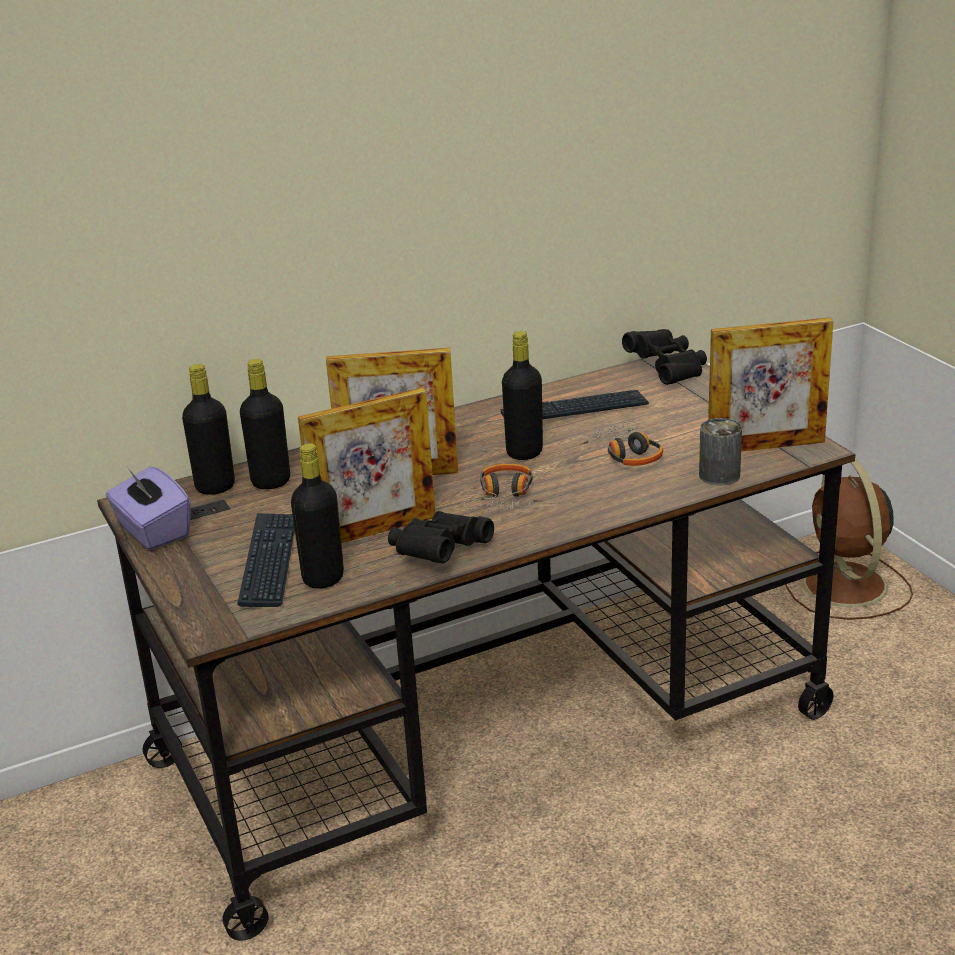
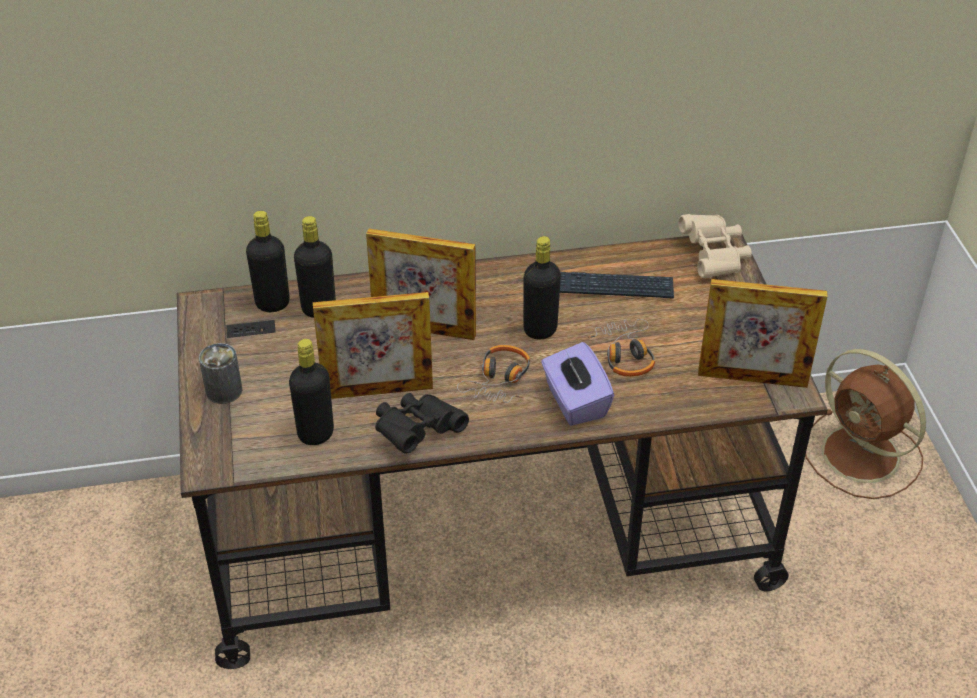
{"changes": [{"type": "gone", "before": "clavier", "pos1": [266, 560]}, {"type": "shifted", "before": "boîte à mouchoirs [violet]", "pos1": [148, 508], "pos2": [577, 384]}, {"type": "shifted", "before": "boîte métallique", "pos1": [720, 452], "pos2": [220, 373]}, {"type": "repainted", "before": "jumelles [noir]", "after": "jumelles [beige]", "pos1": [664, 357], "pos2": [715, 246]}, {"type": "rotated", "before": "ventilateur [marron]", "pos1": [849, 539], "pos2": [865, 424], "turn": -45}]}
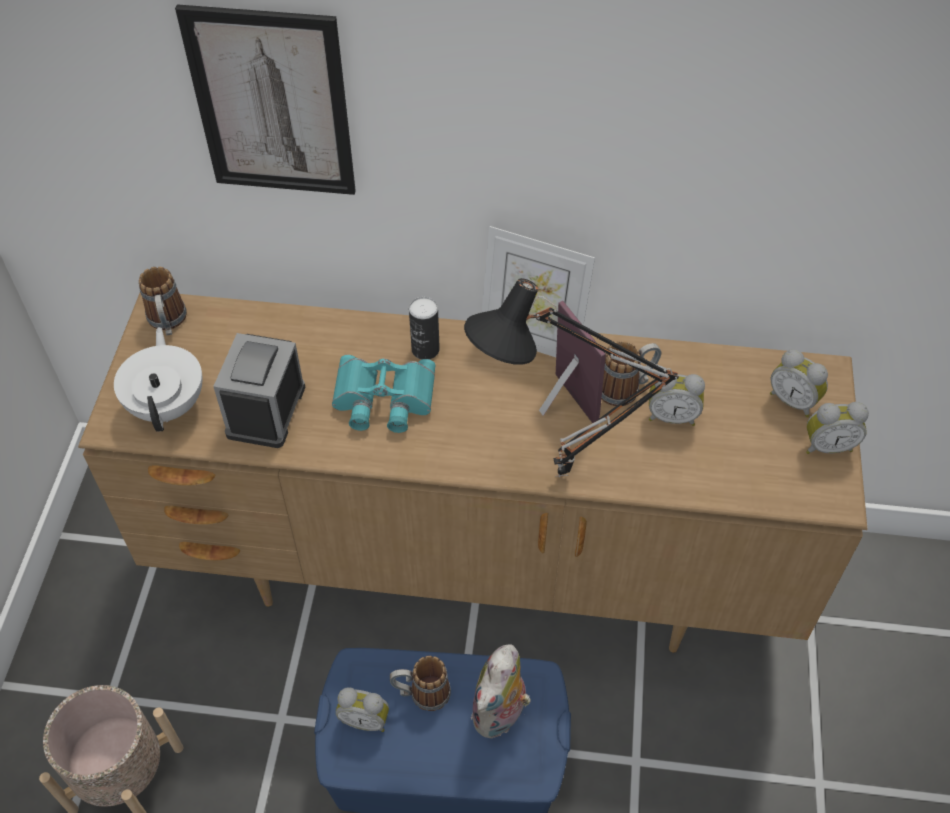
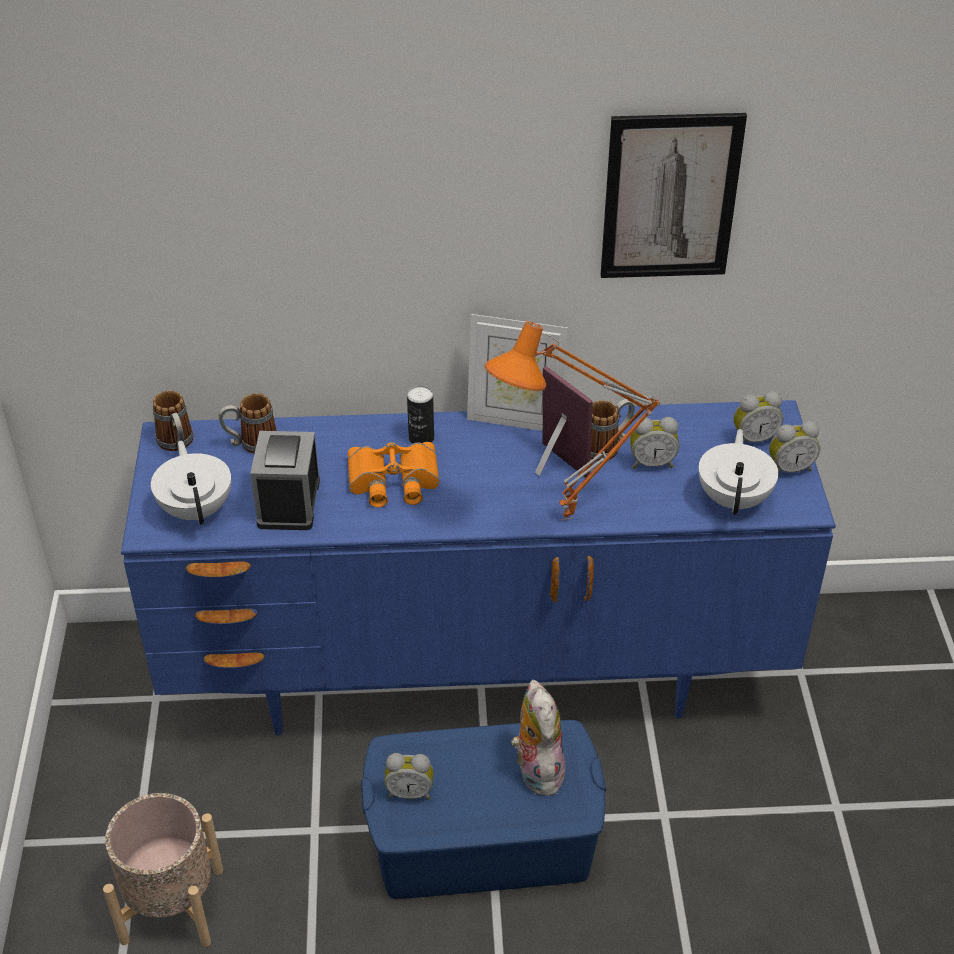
{"changes": [{"type": "new", "after": "théière [blanc]", "pos2": [738, 472]}, {"type": "shifted", "before": "tableau", "pos1": [265, 99], "pos2": [674, 195]}, {"type": "shifted", "before": "mug", "pos1": [420, 683], "pos2": [248, 423]}, {"type": "repainted", "before": "commode [marron]", "after": "commode [bleu]", "pos1": [472, 473], "pos2": [478, 567]}, {"type": "repainted", "before": "jumelles [turquoise]", "after": "jumelles [orange]", "pos1": [383, 394], "pos2": [394, 474]}, {"type": "repainted", "before": "lampe de table [noir]", "after": "lampe de table [orange]", "pos1": [571, 377], "pos2": [572, 421]}, {"type": "rotated", "before": "peluche", "pos1": [501, 691], "pos2": [538, 738], "turn": 150}, {"type": "rotated", "before": "réveil", "pos1": [799, 383], "pos2": [758, 416], "turn": -45}]}
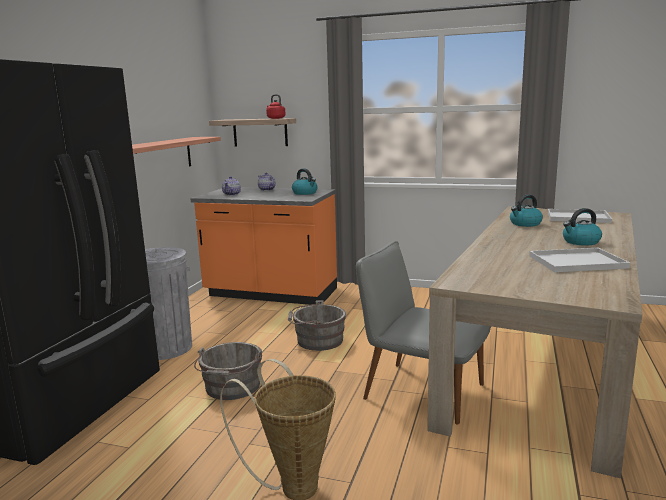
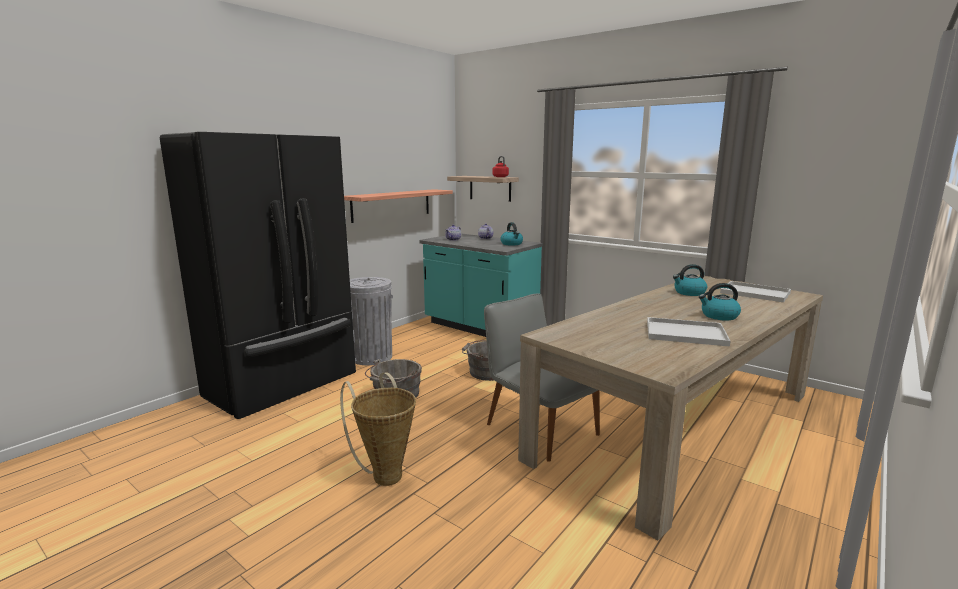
{"changes": [{"type": "repainted", "before": "comptoir de cuisine [orange]", "after": "comptoir de cuisine [turquoise]", "pos1": [263, 246], "pos2": [481, 285]}]}
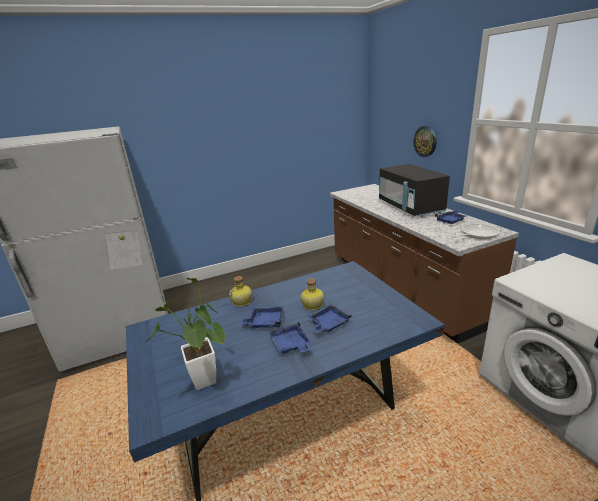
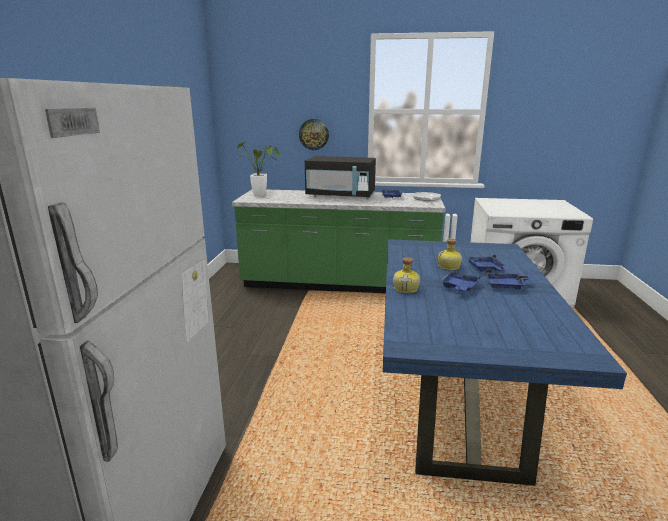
{"changes": [{"type": "shifted", "before": "plante en pot", "pos1": [183, 334], "pos2": [258, 169]}, {"type": "repainted", "before": "comptoir de cuisine [marron]", "after": "comptoir de cuisine [vert]", "pos1": [424, 264], "pos2": [338, 241]}]}
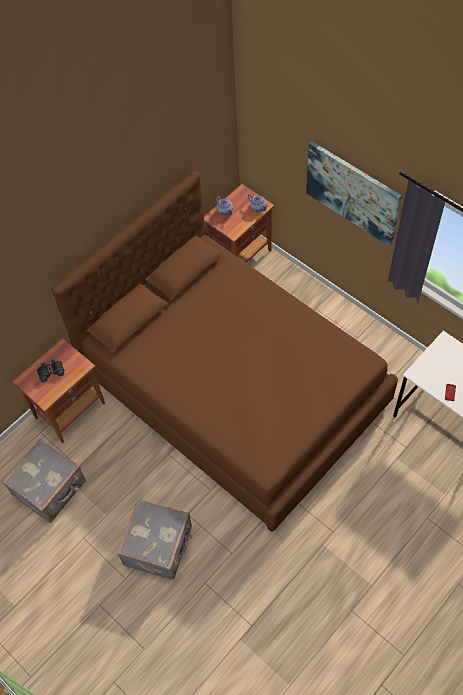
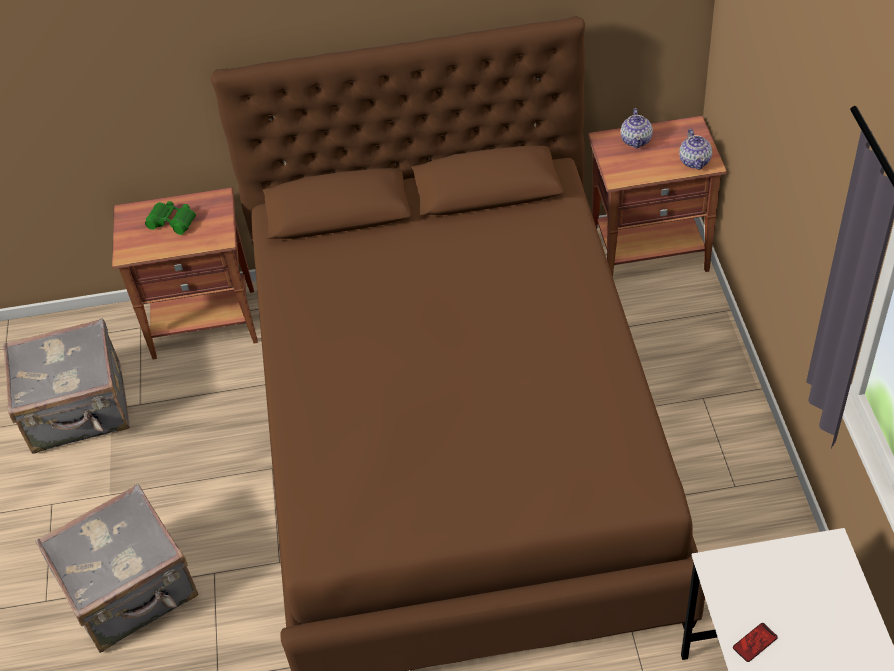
{"changes": [{"type": "gone", "before": "tableau", "pos1": [354, 193]}, {"type": "repainted", "before": "jumelles [noir]", "after": "jumelles [vert]", "pos1": [51, 370], "pos2": [170, 218]}]}
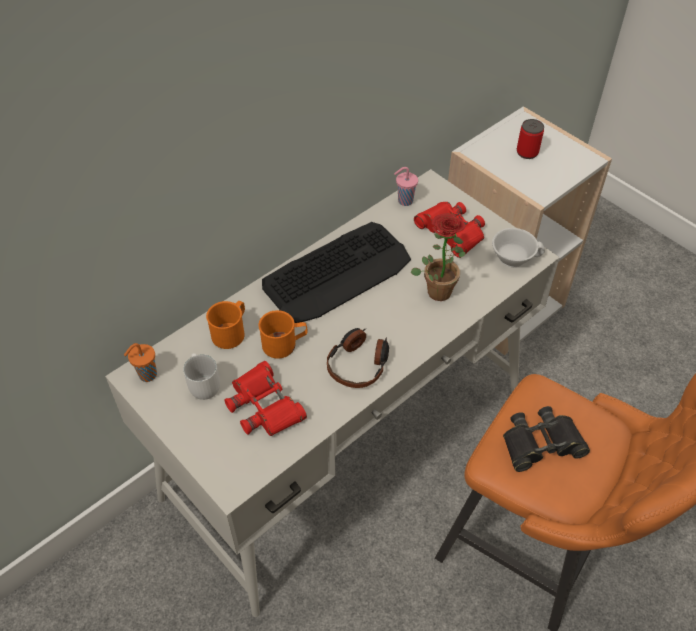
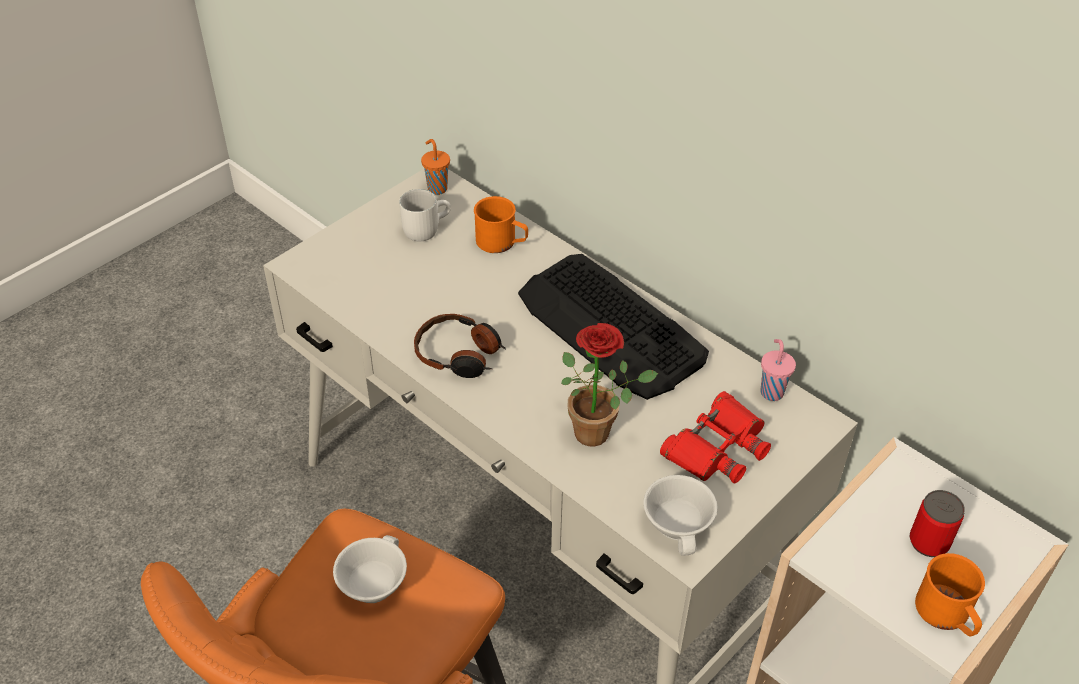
{"changes": [{"type": "gone", "before": "jumelles [rouge]", "pos1": [266, 398]}, {"type": "shifted", "before": "mug [orange]", "pos1": [283, 334], "pos2": [950, 594]}, {"type": "swapped", "before": "jumelles [noir]", "after": "tasse [blanc]", "pos1": [546, 439], "pos2": [370, 569]}]}
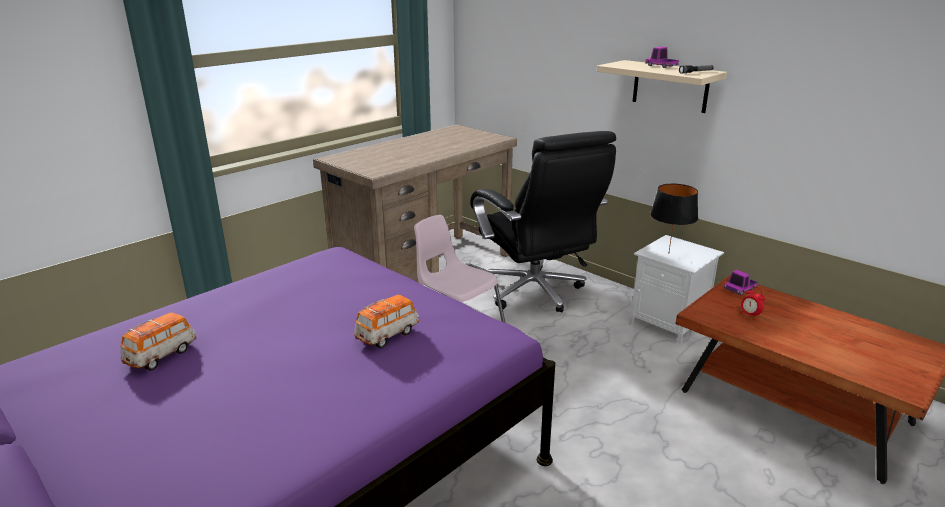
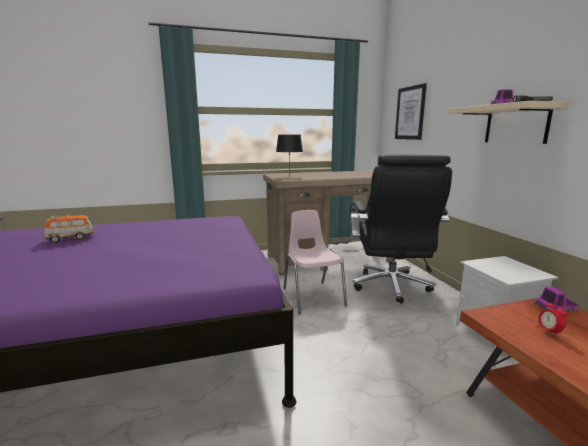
{"changes": [{"type": "gone", "before": "petite voiture", "pos1": [386, 321]}, {"type": "new", "after": "tableau", "pos2": [411, 111]}, {"type": "shifted", "before": "lampe de table [noir]", "pos1": [674, 217], "pos2": [289, 155]}]}
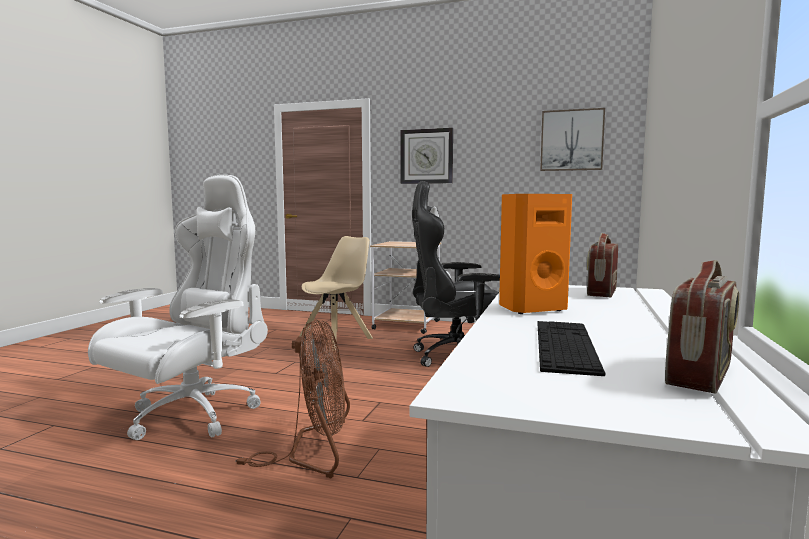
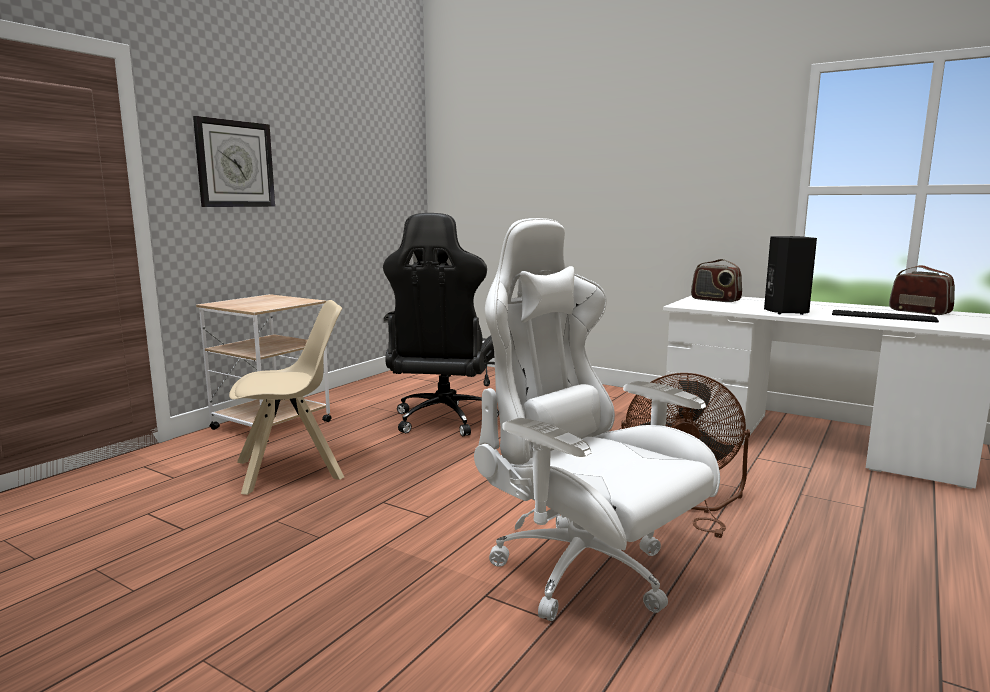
{"changes": [{"type": "gone", "before": "tableau", "pos1": [572, 139]}, {"type": "repainted", "before": "enceinte [orange]", "after": "enceinte [noir]", "pos1": [535, 254], "pos2": [790, 275]}, {"type": "rotated", "before": "chaise [beige]", "pos1": [336, 293], "pos2": [286, 397], "turn": 105}]}
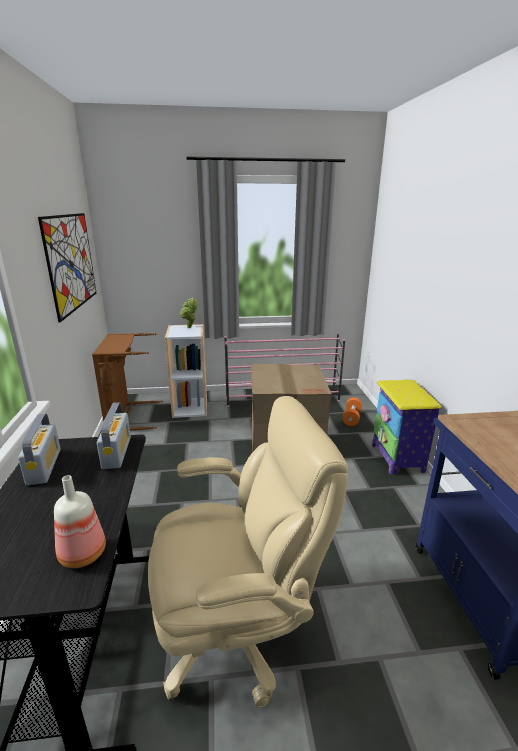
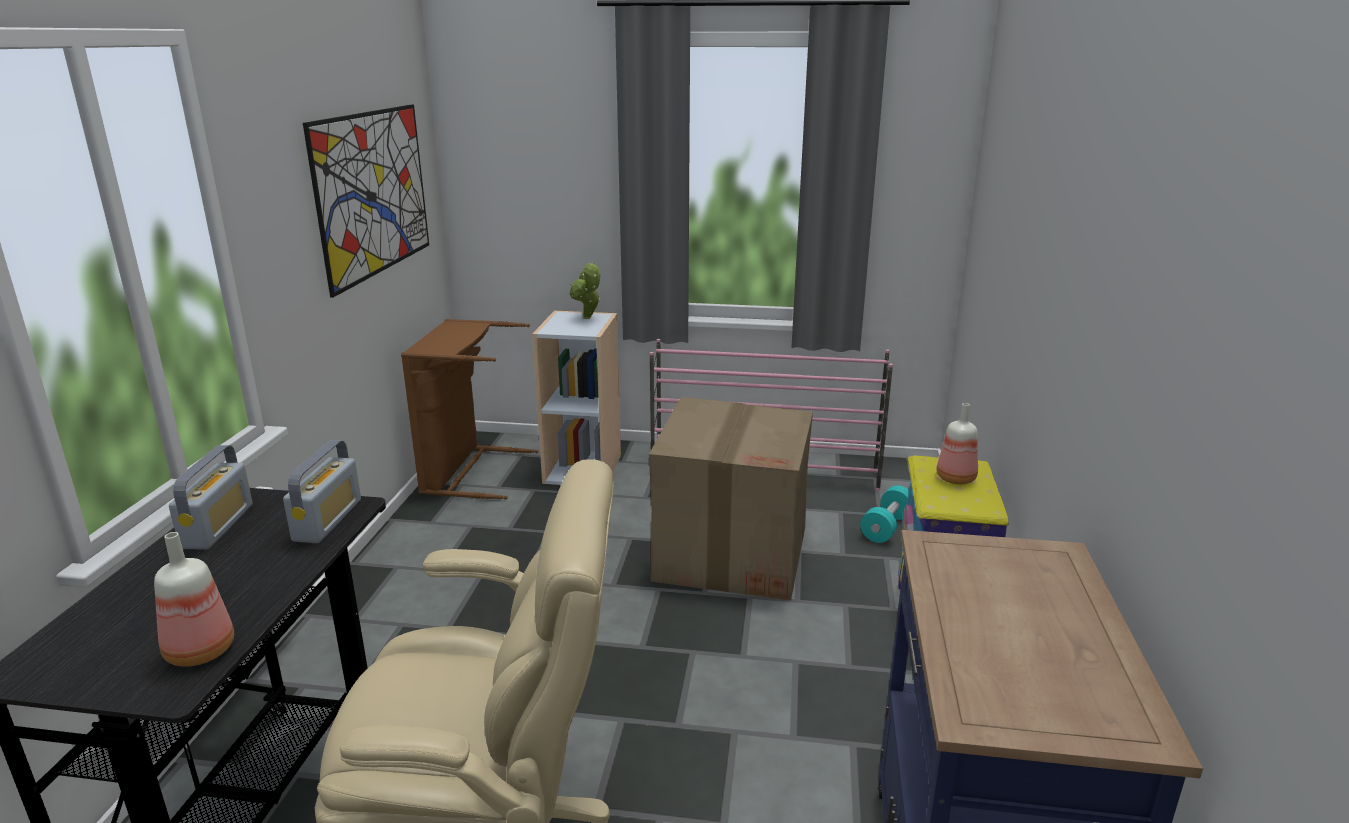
{"changes": [{"type": "new", "after": "bouteille", "pos2": [957, 443]}, {"type": "repainted", "before": "haltère [orange]", "after": "haltère [turquoise]", "pos1": [352, 411], "pos2": [884, 514]}]}
